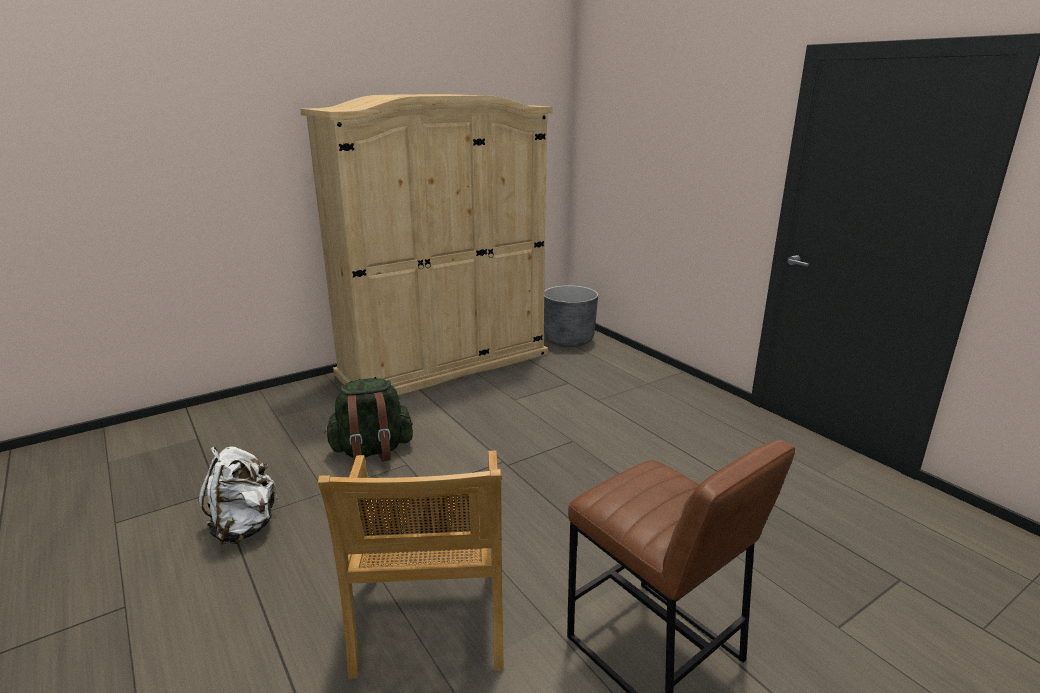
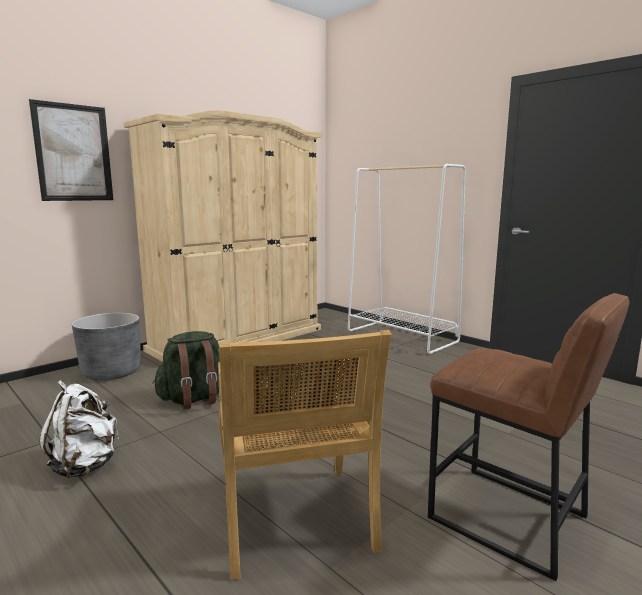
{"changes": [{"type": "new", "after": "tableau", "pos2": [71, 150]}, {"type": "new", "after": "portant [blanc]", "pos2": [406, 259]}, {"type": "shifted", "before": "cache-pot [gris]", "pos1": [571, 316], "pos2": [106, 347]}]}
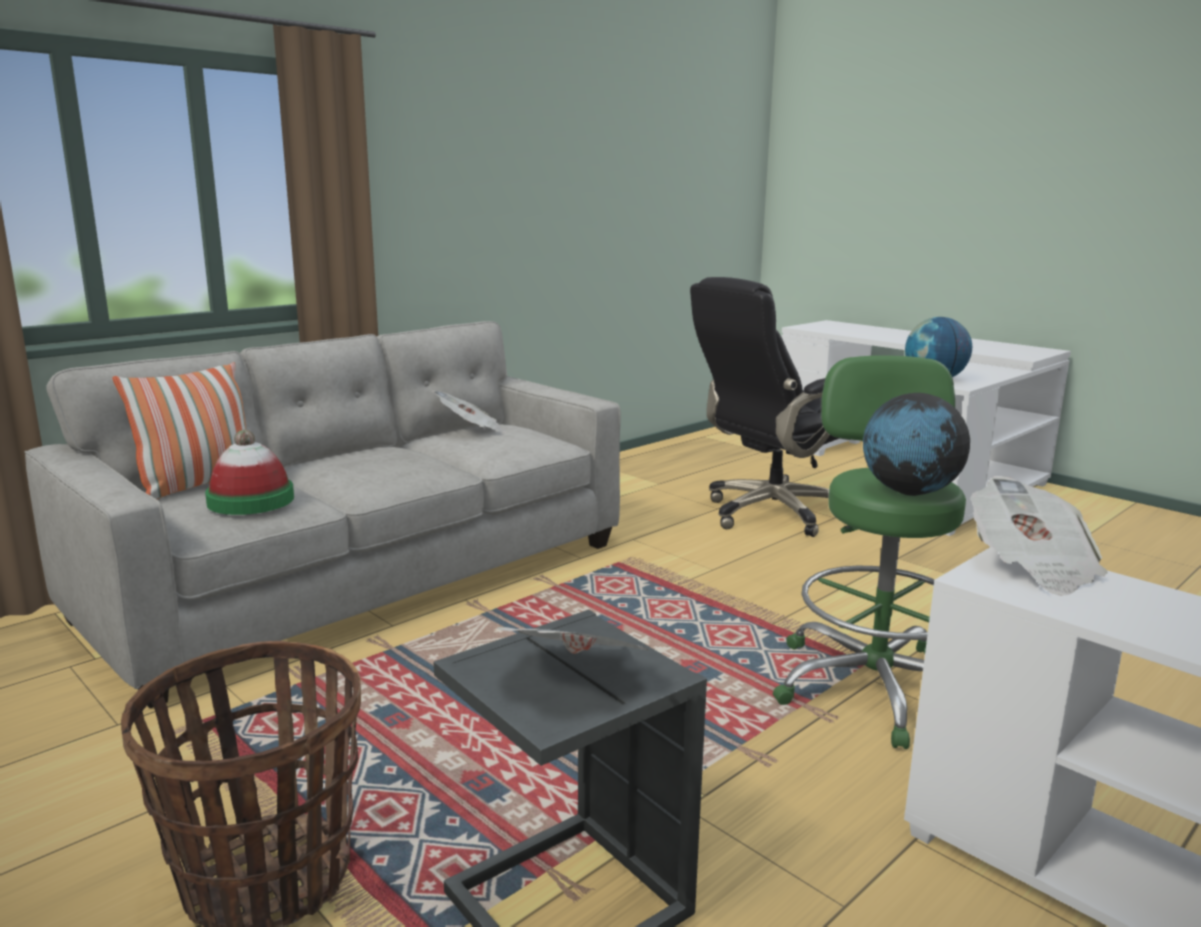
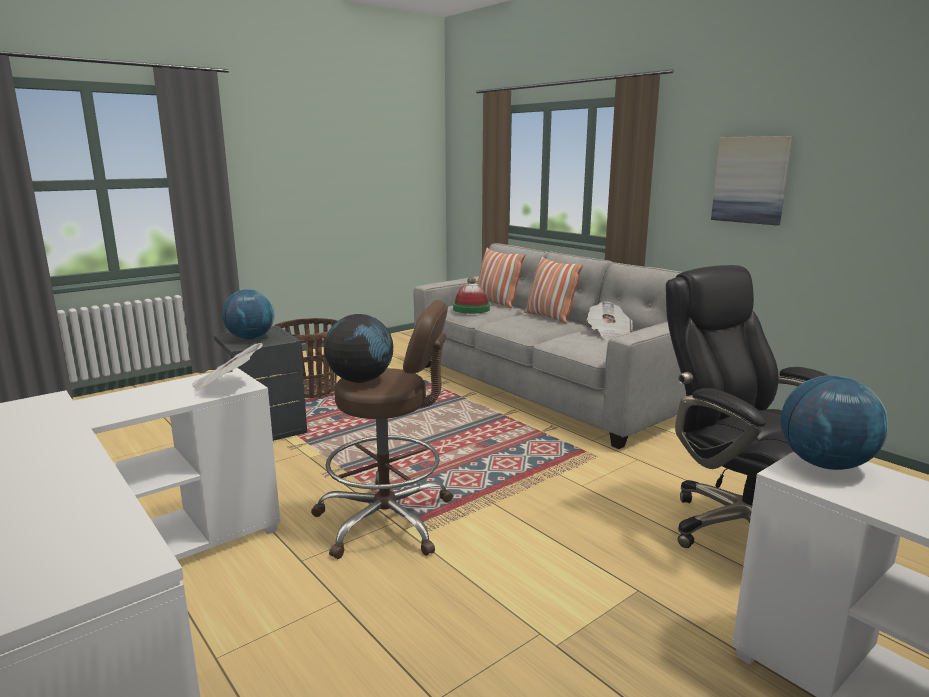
{"changes": [{"type": "new", "after": "coussin", "pos2": [553, 289]}, {"type": "new", "after": "tableau", "pos2": [751, 180]}, {"type": "swapped", "before": "journal", "after": "globe", "pos1": [573, 640], "pos2": [248, 314]}, {"type": "repainted", "before": "tabouret [vert]", "after": "tabouret [marron]", "pos1": [869, 552], "pos2": [382, 429]}]}
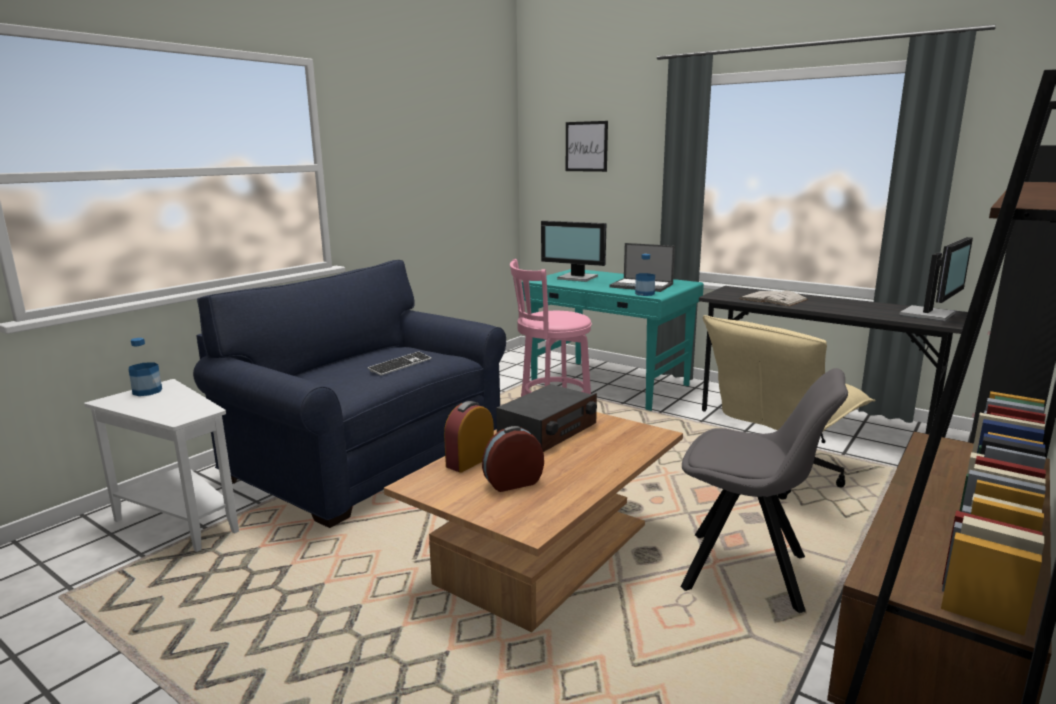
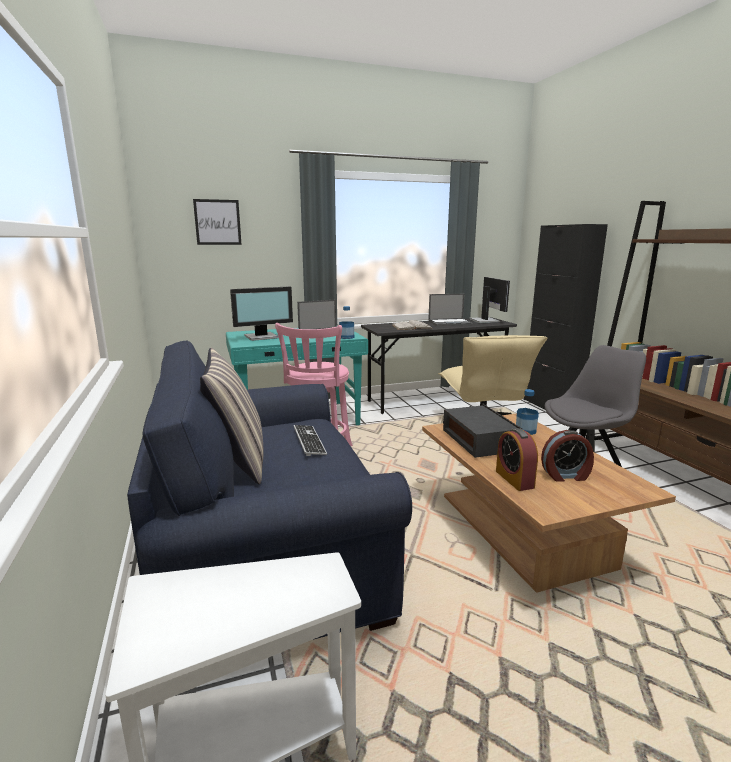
{"changes": [{"type": "new", "after": "coussin", "pos2": [232, 416]}, {"type": "new", "after": "ordinateur portable", "pos2": [450, 310]}, {"type": "shifted", "before": "bouteille", "pos1": [145, 367], "pos2": [527, 412]}, {"type": "rotated", "before": "réveil", "pos1": [513, 459], "pos2": [567, 456], "turn": -105}]}
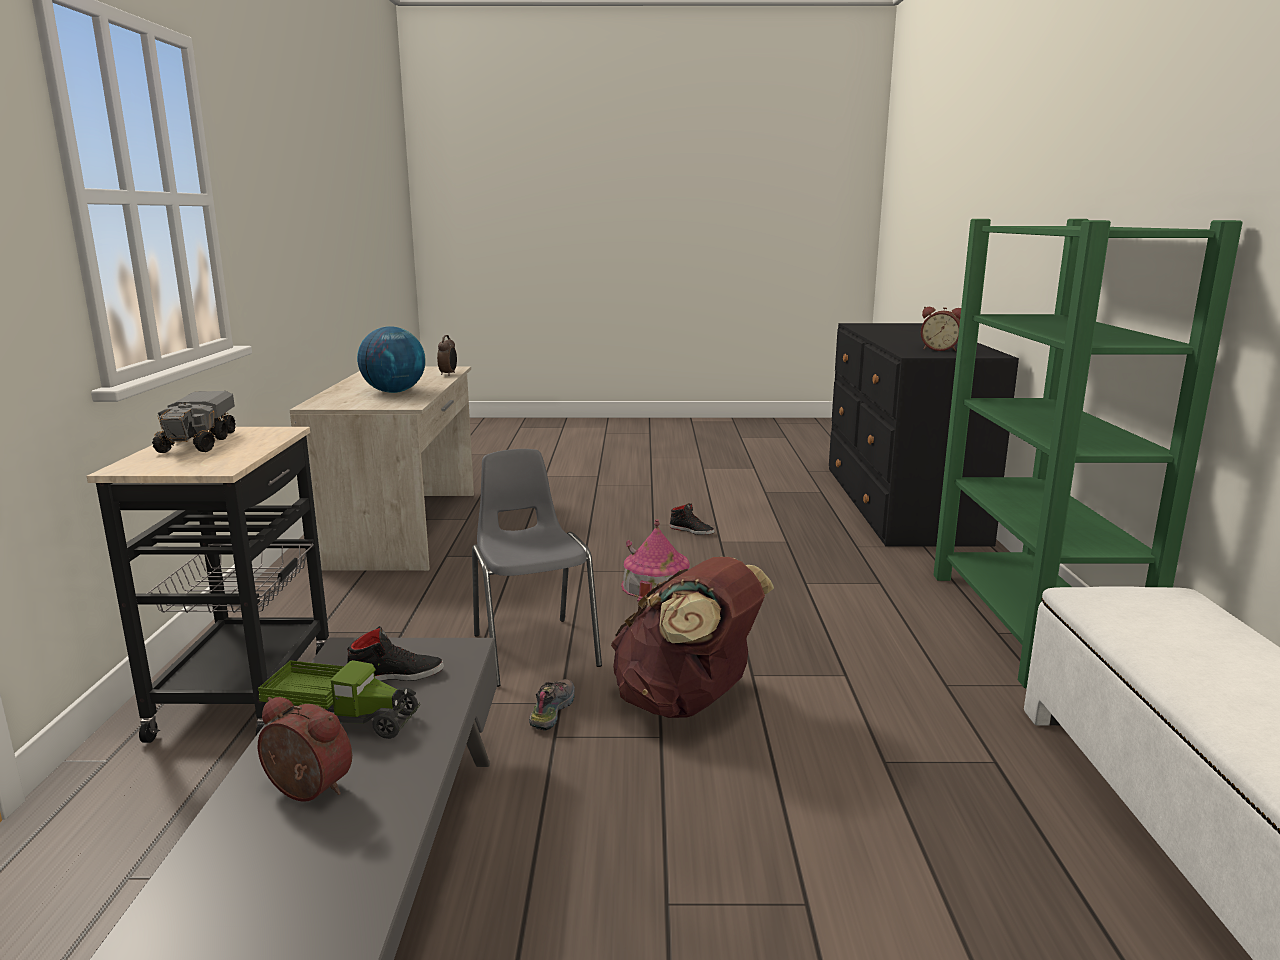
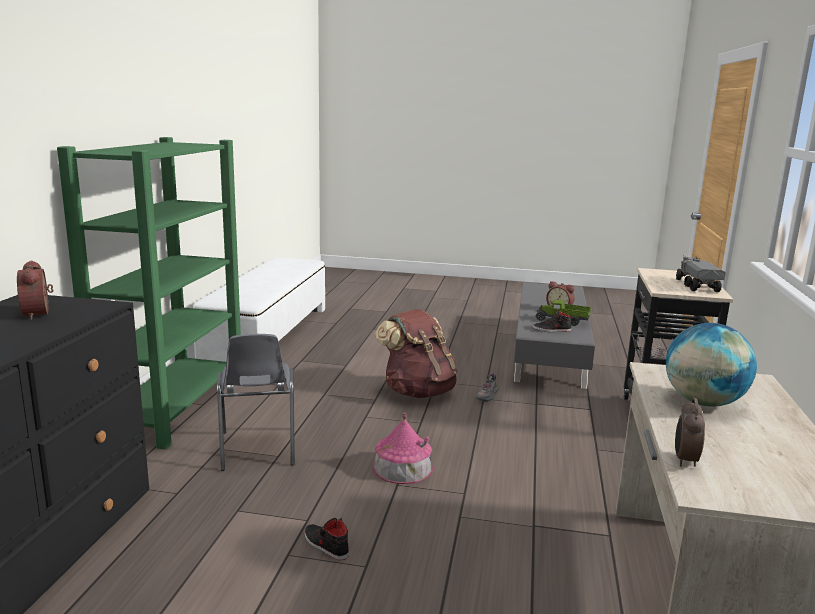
{"changes": [{"type": "shifted", "before": "chaise [gris]", "pos1": [537, 568], "pos2": [256, 402]}, {"type": "rotated", "before": "réveil", "pos1": [941, 329], "pos2": [35, 290], "turn": -150}]}
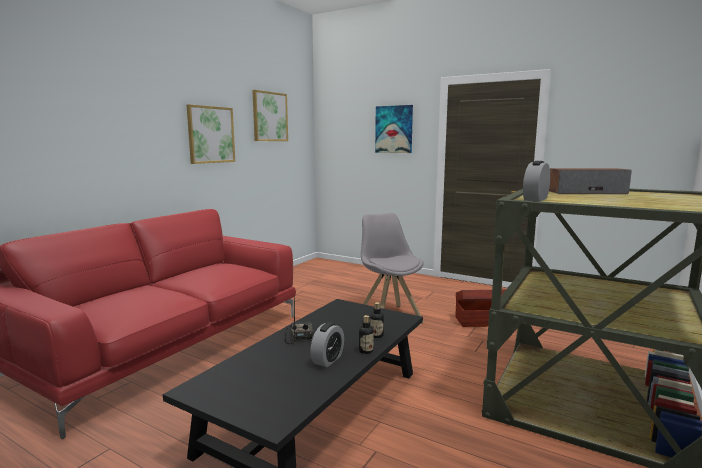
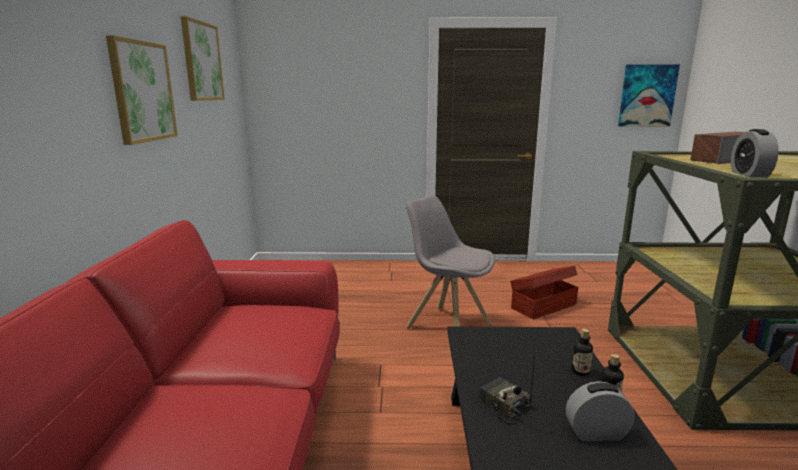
{"changes": [{"type": "shifted", "before": "tableau", "pos1": [394, 129], "pos2": [649, 95]}, {"type": "rotated", "before": "réveil", "pos1": [327, 344], "pos2": [600, 411], "turn": -90}]}
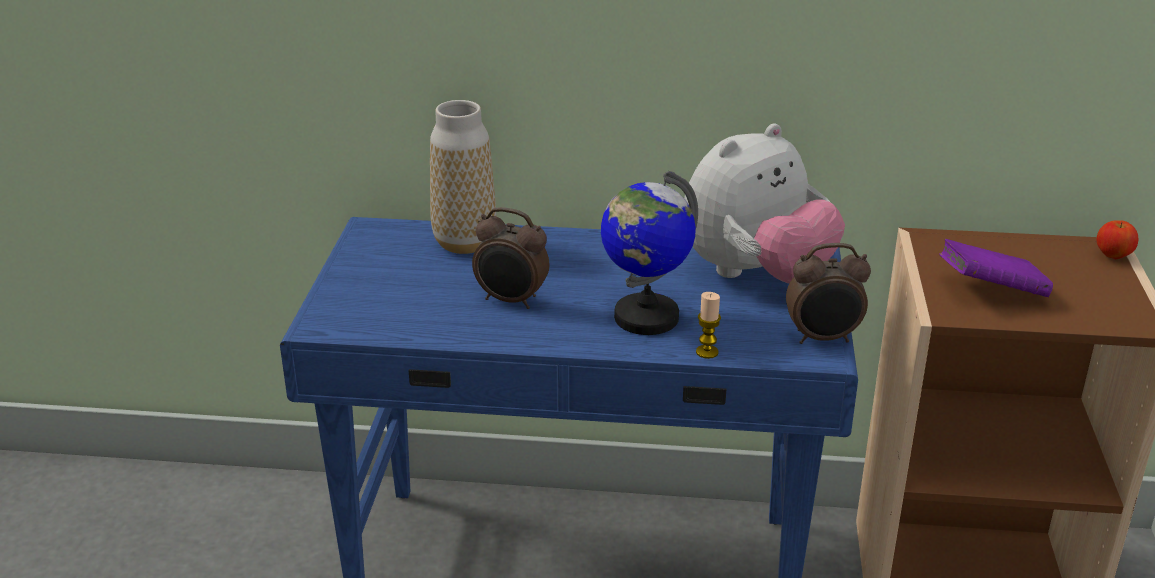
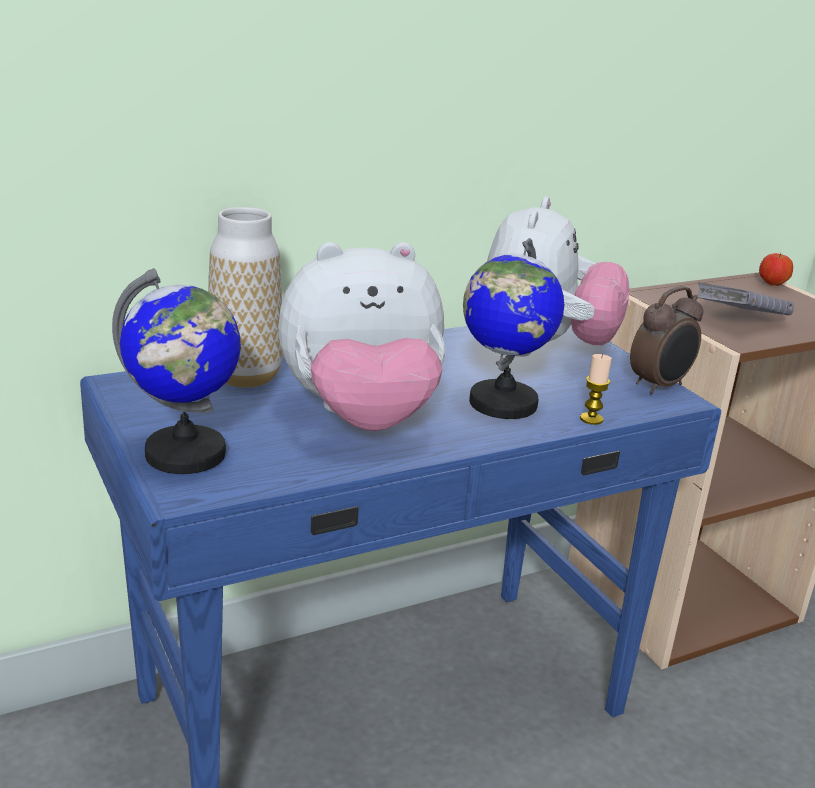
{"changes": [{"type": "new", "after": "globe", "pos2": [176, 371]}, {"type": "swapped", "before": "réveil", "after": "peluche", "pos1": [510, 258], "pos2": [362, 336]}, {"type": "repainted", "before": "livre [violet]", "after": "livre [gris]", "pos1": [996, 268], "pos2": [745, 298]}]}
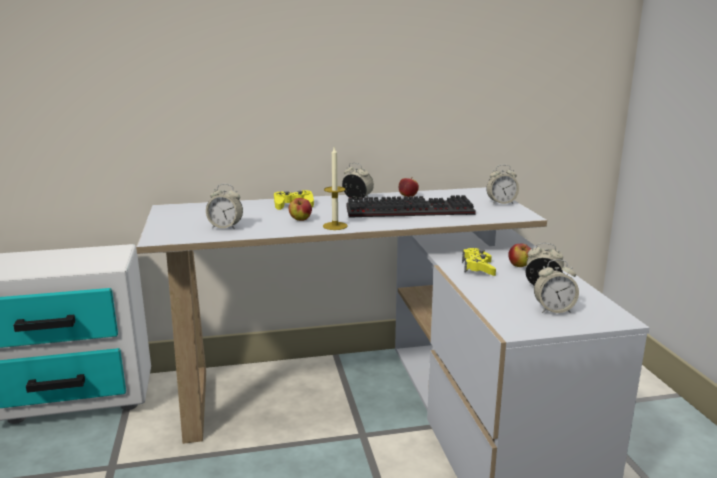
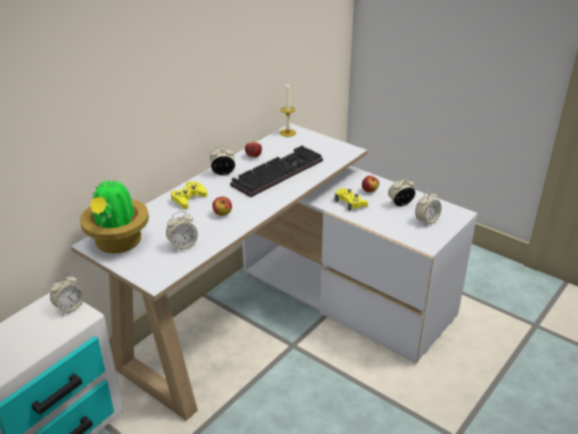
{"changes": [{"type": "new", "after": "plante en pot", "pos2": [114, 214]}, {"type": "shifted", "before": "bougie", "pos1": [335, 188], "pos2": [288, 110]}, {"type": "shifted", "before": "réveil", "pos1": [502, 184], "pos2": [67, 294]}]}
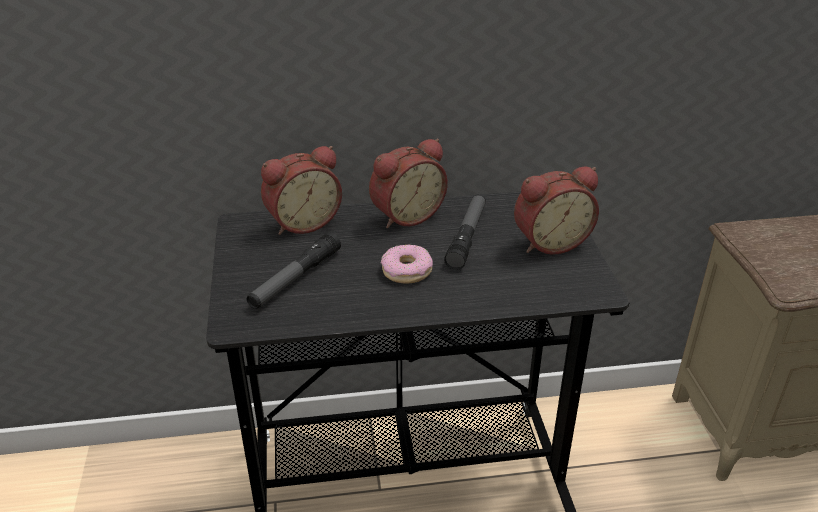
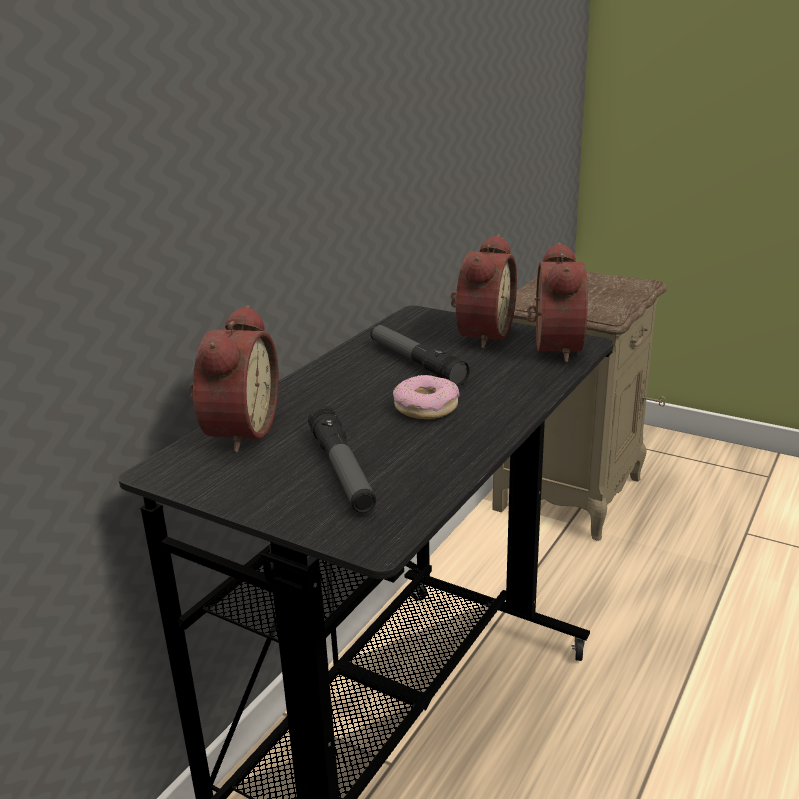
{"changes": [{"type": "shifted", "before": "réveil", "pos1": [408, 183], "pos2": [557, 303]}]}
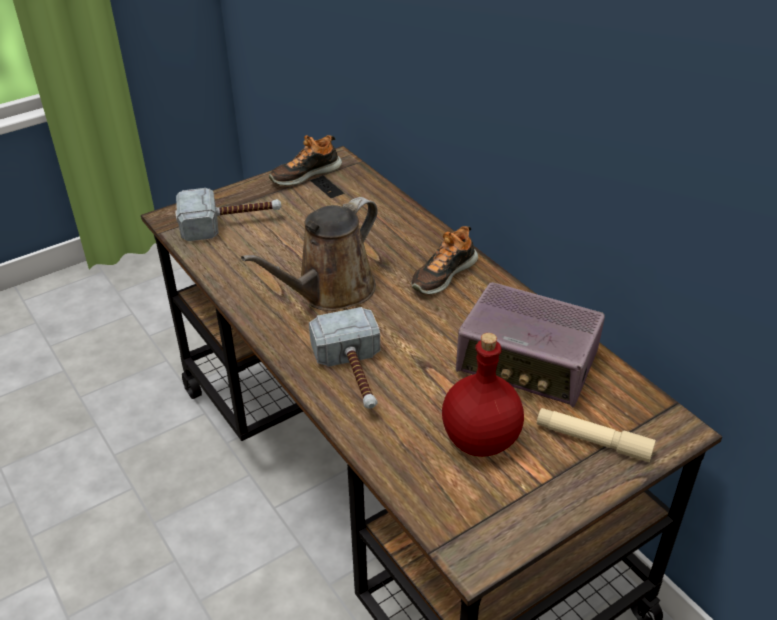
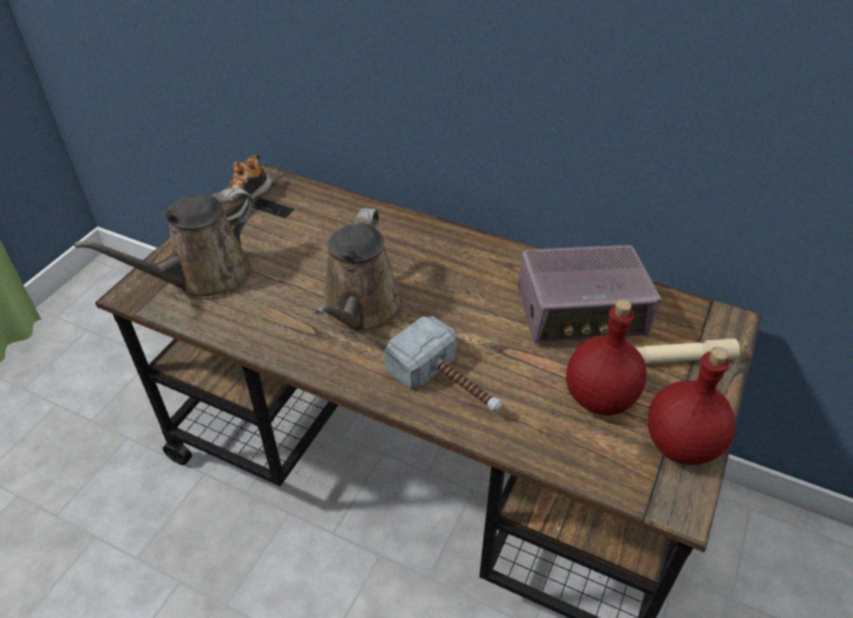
{"changes": [{"type": "gone", "before": "chaussure", "pos1": [444, 260]}, {"type": "new", "after": "bouteille [rouge]", "pos2": [691, 406]}, {"type": "swapped", "before": "marteau", "after": "arrosoir [marron]", "pos1": [228, 214], "pos2": [164, 243]}]}
